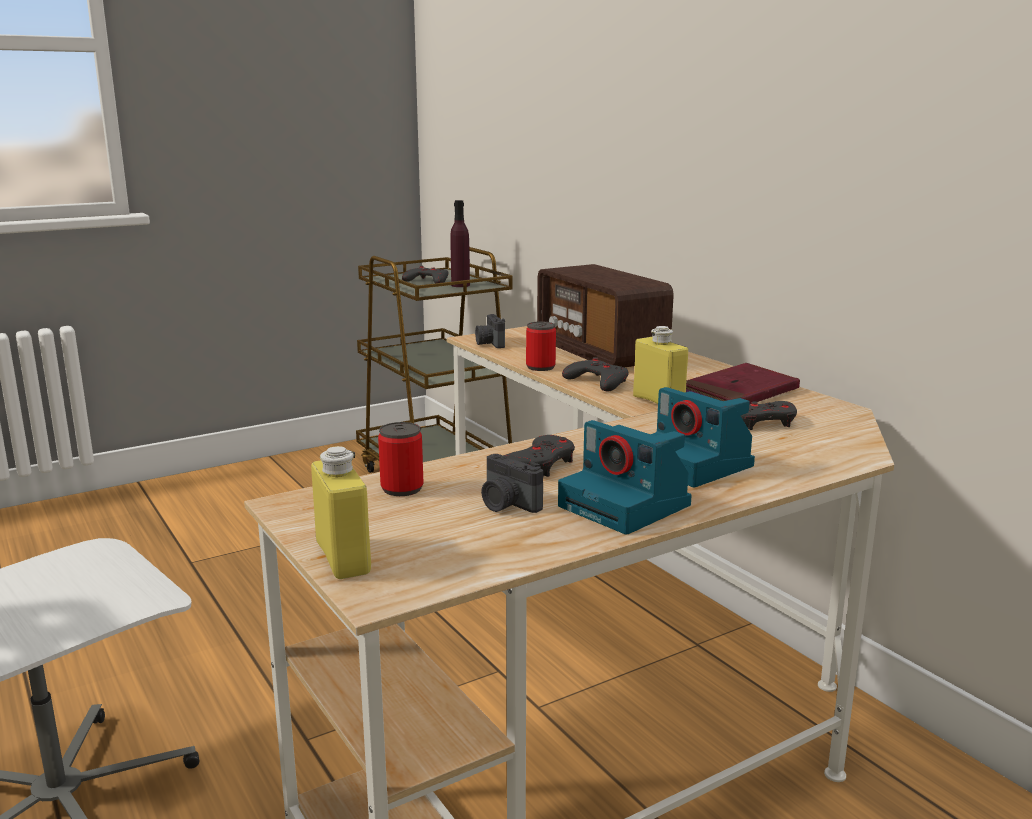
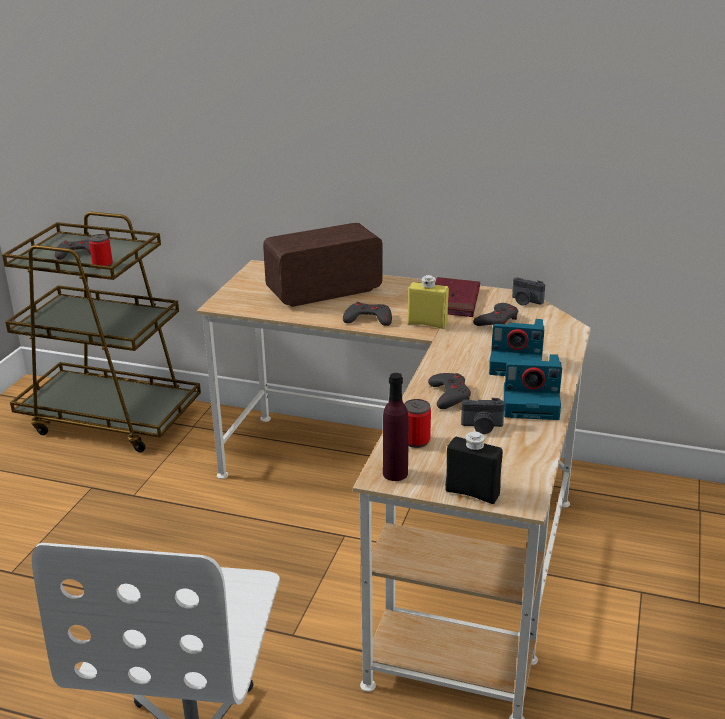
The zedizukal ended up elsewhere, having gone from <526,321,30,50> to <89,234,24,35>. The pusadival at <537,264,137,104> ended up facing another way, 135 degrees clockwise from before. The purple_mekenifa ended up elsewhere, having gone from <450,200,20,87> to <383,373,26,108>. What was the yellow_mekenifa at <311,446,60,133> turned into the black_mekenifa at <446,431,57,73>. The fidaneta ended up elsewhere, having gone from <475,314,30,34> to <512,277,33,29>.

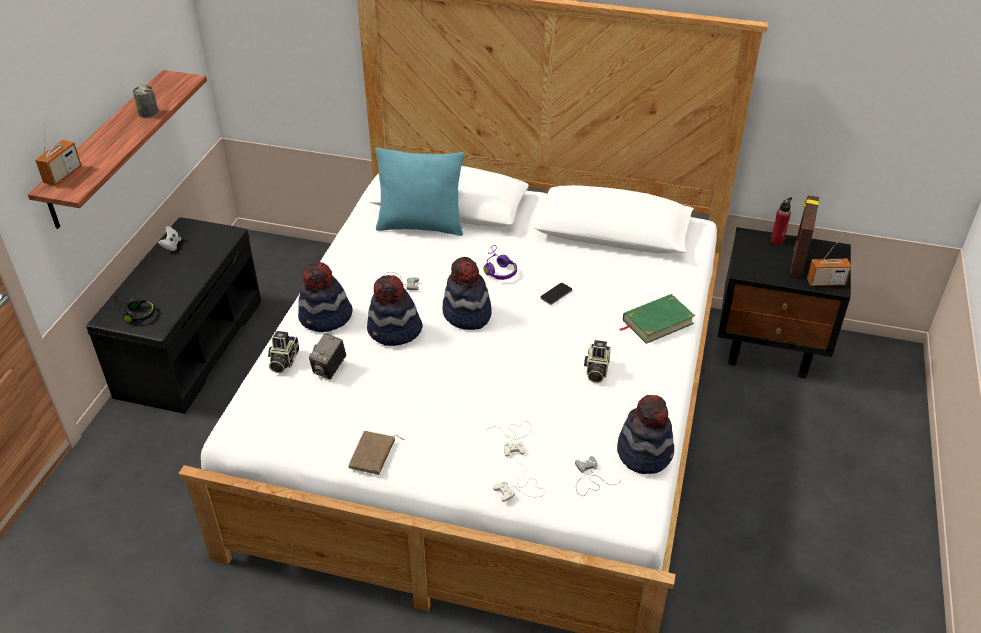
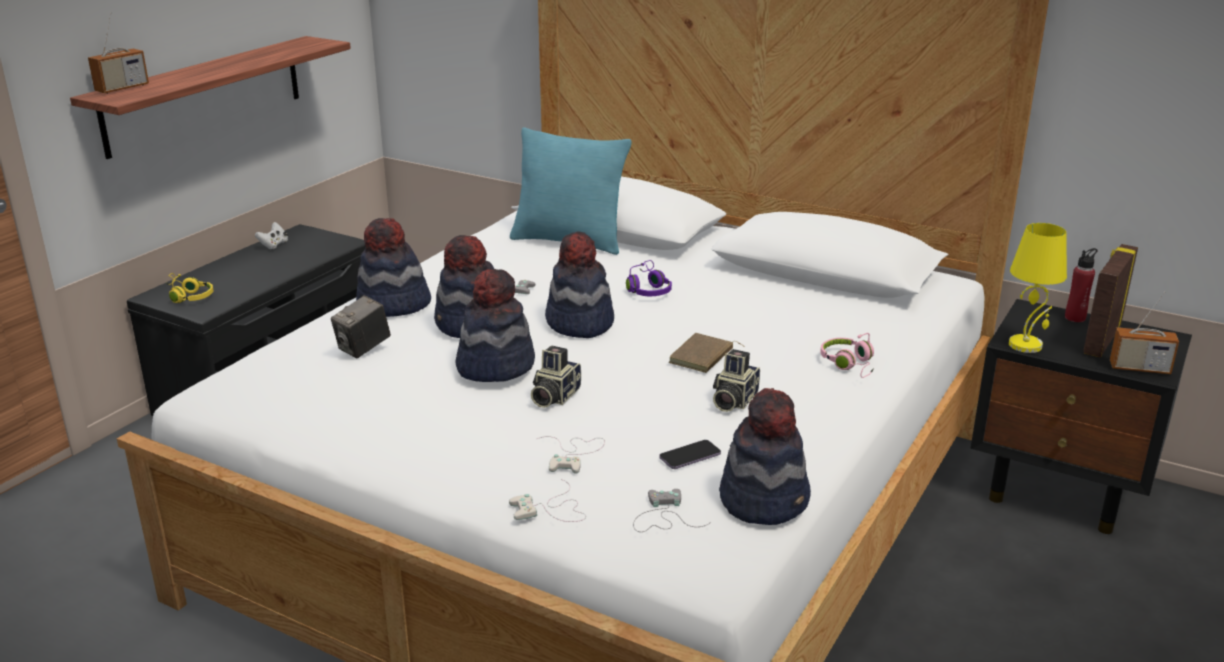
What was the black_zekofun at <113,296,42,27> turned into the yellow_zekofun at <167,273,47,30>. The second view gained the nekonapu at <455,269,80,113>. The fidaneta ended up elsewhere, having gone from <268,331,31,42> to <531,346,50,62>. The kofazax ended up elsewhere, having gone from <540,283,32,22> to <659,440,62,29>. The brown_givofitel ended up elsewhere, having gone from <348,431,56,44> to <669,333,76,40>. Where the green_givofitel stood at <620,294,75,50>, the pink_zekofun came to stand at <820,333,54,45>. The second view gained the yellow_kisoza at <1009,223,58,130>. The second view lost the zedizukal at <133,85,26,33>.

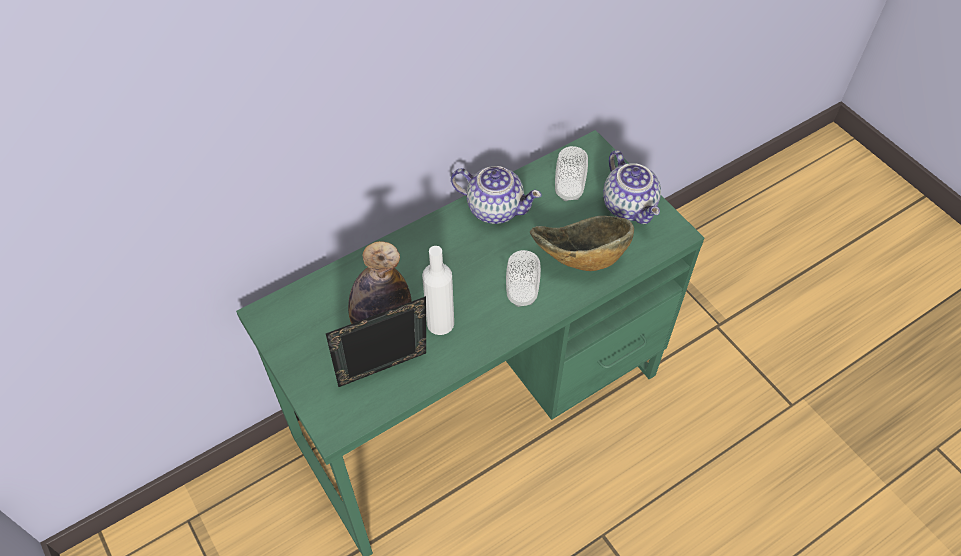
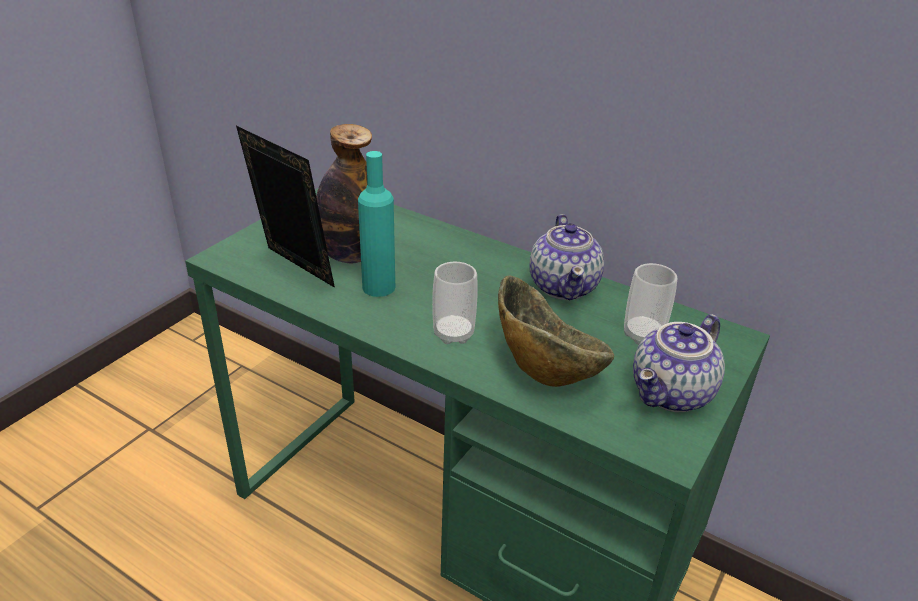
What was the white_mekenifa at <422,246,32,89> turned into the turquoise_mekenifa at <358,151,37,146>.

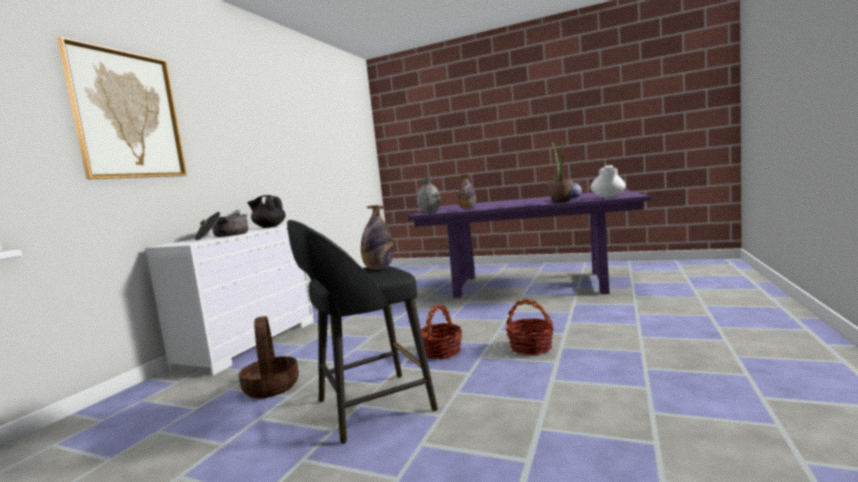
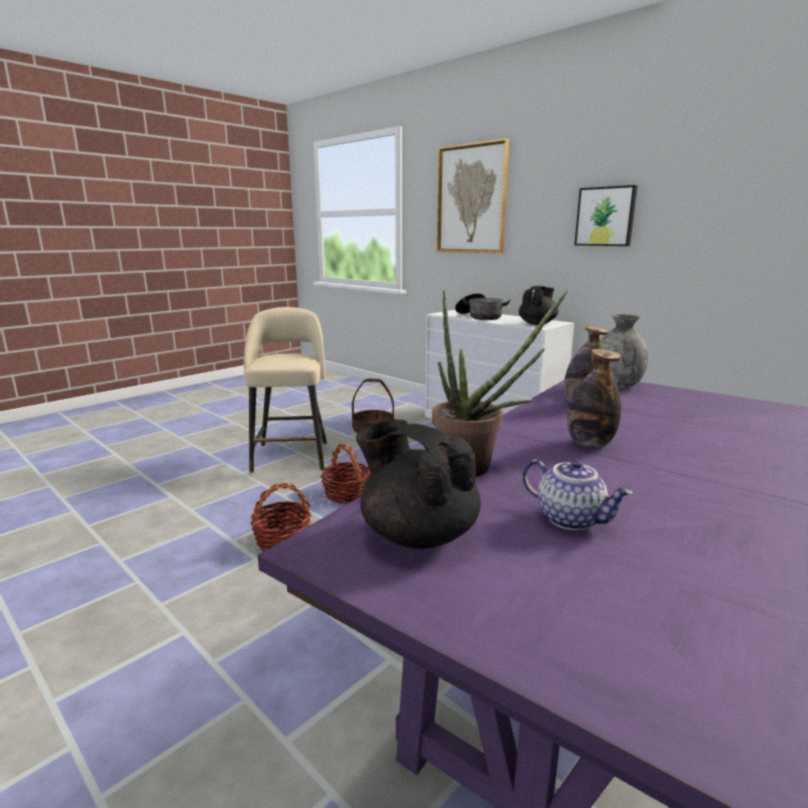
What was the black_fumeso at <287,220,151,224> turned into the beige_fumeso at <244,307,83,166>. What was the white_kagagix at <590,165,36,32> turned into the black_kagagix at <356,419,125,130>. The mekenifa ended up elsewhere, having gone from <361,205,32,64> to <567,349,54,99>. The second view gained the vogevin at <574,185,64,61>.

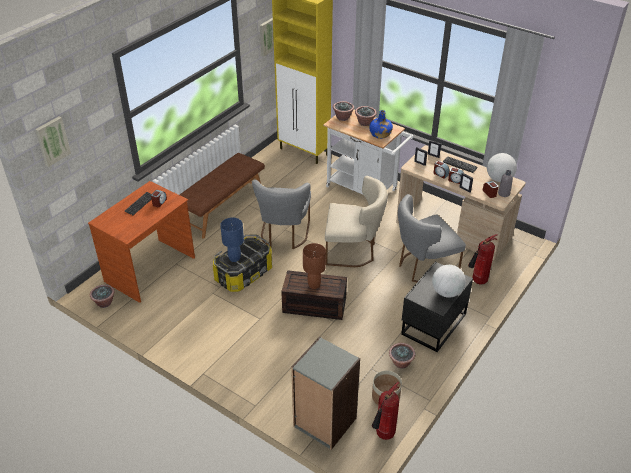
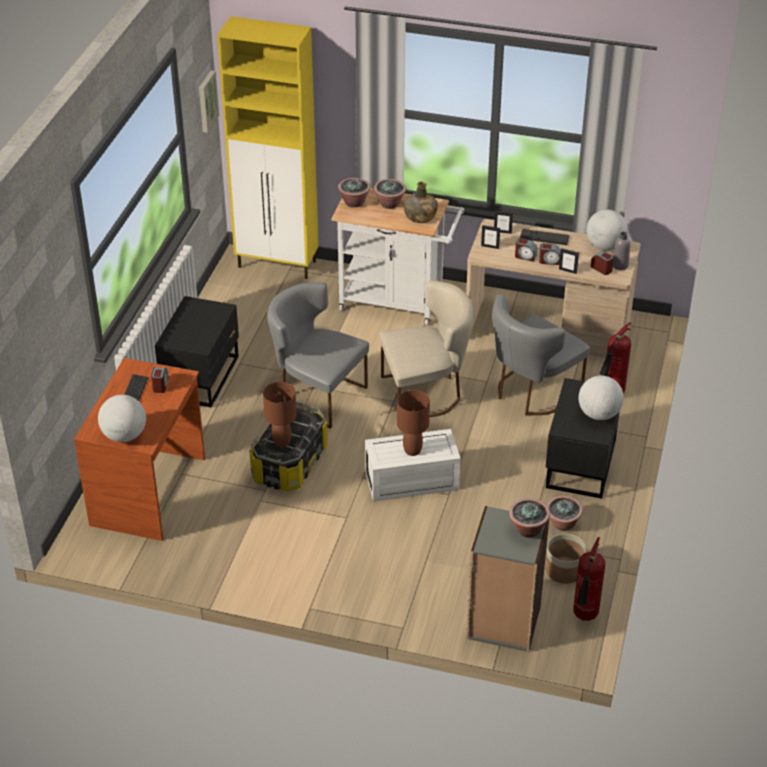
The second view gained the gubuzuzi at <98,395,48,47>. Where the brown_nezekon stood at <180,153,85,86>, the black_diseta came to stand at <155,296,84,112>. What was the blue_kisoza at <220,217,24,45> turned into the brown_kisoza at <263,382,34,65>. The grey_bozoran at <252,180,59,69> ended up facing another way, 135 degrees clockwise from before. What was the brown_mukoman at <281,270,66,50> turned into the white_mukoman at <365,429,96,73>. What was the blue_mekenifa at <369,110,24,29> turned into the green_mekenifa at <404,181,34,42>. The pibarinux ended up elsewhere, having gone from <90,284,25,24> to <509,498,41,40>. The second view lost the vogevin at <35,117,36,50>.

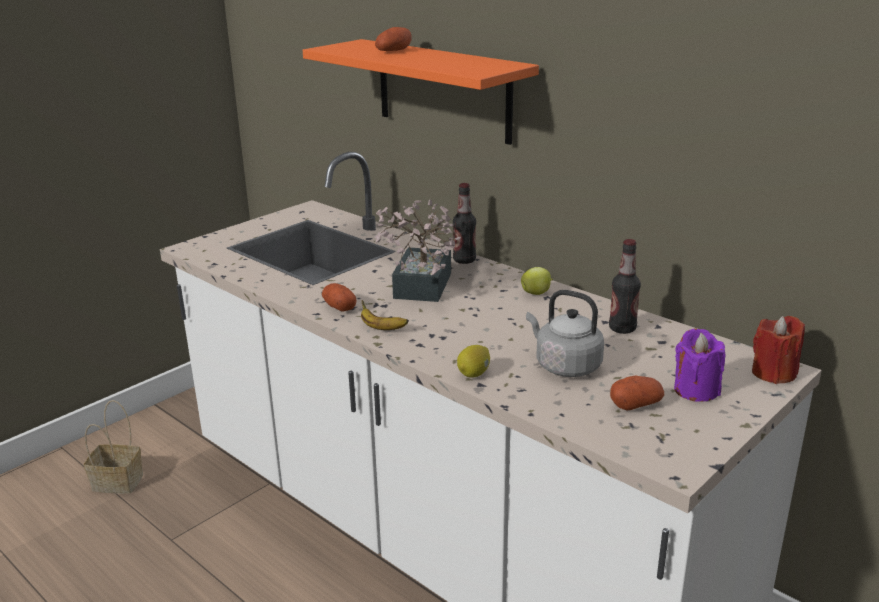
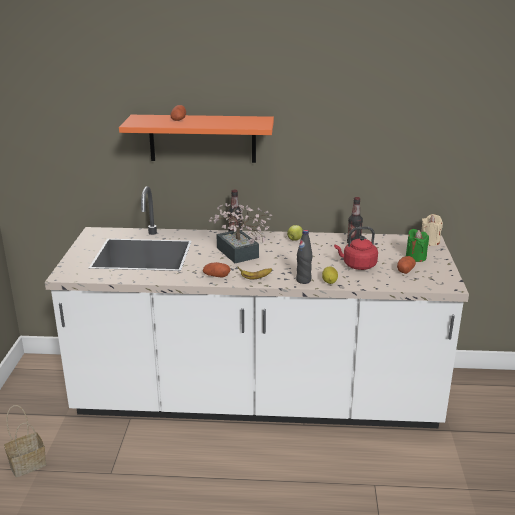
The second view gained the black_mekenifa at <296,230,17,54>. What was the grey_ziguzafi at <526,290,78,87> turned into the red_ziguzafi at <334,227,44,43>. What was the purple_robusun at <674,329,51,73> turned into the green_robusun at <406,229,23,33>. What was the red_robusun at <752,316,53,68> turned into the beige_robusun at <421,214,22,32>.

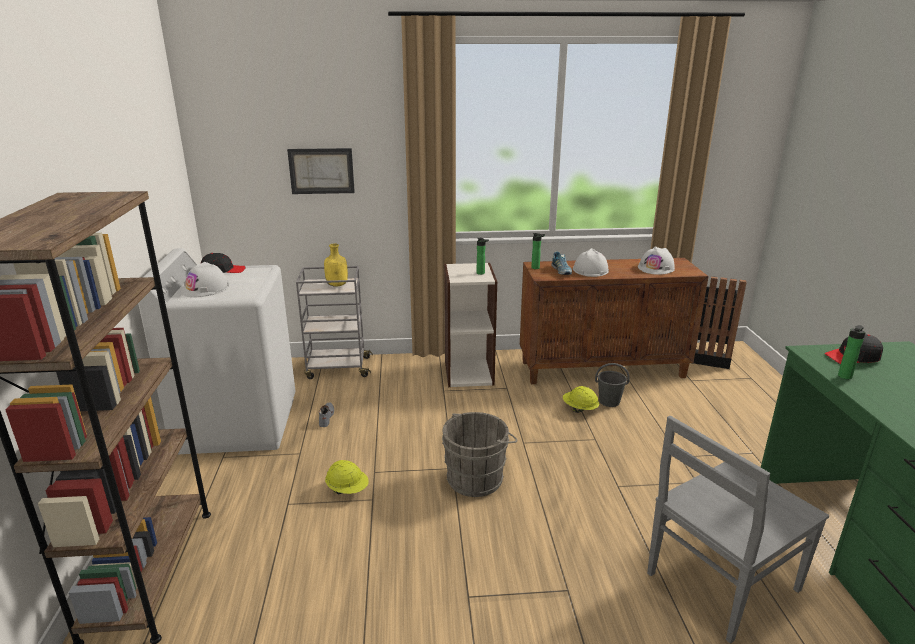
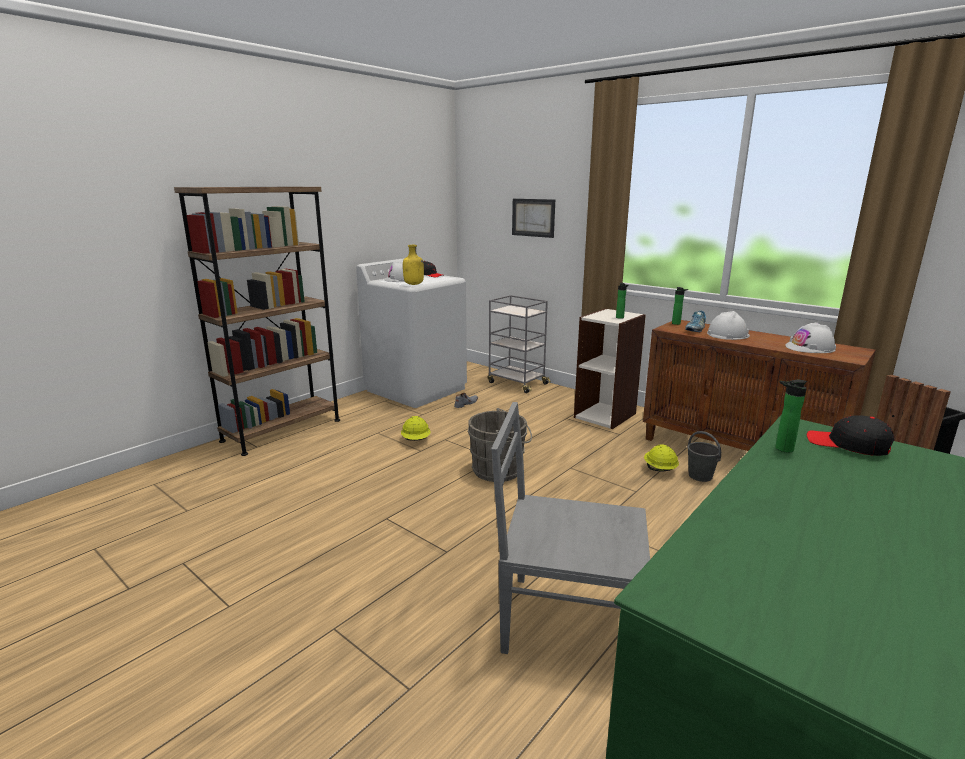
The yellow_mekenifa ended up elsewhere, having gone from <324,244,24,43> to <403,245,21,40>.

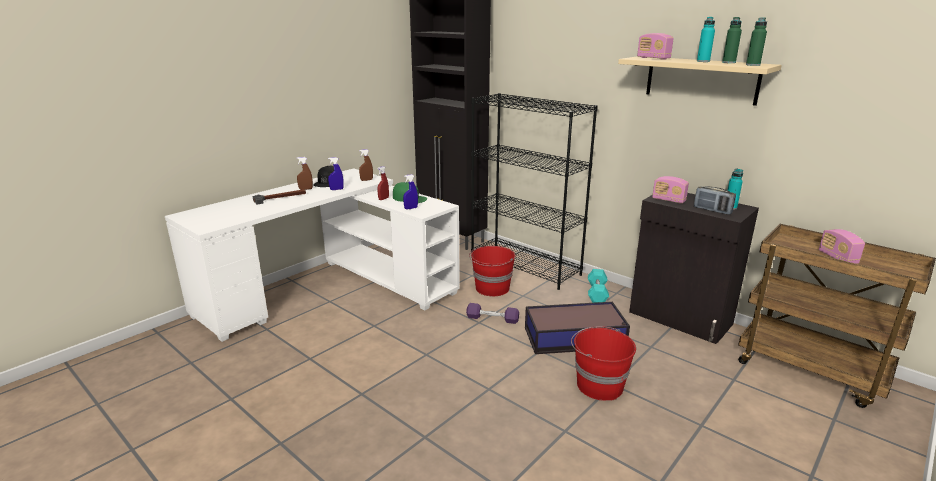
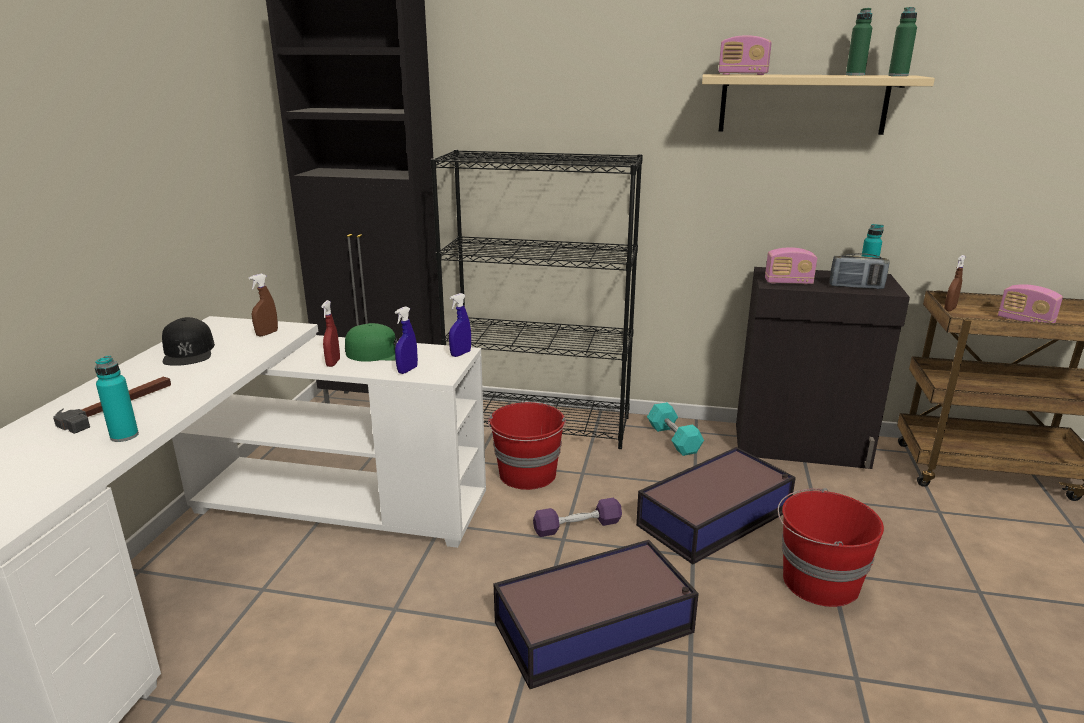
The turquoise_mekenifa ended up elsewhere, having gone from <697,17,18,45> to <95,356,44,86>. The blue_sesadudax ended up elsewhere, having gone from <328,157,16,33> to <449,293,22,64>. The second view gained the mukoman at <494,540,205,149>. The brown_sesadudax ended up elsewhere, having gone from <296,157,17,33> to <944,255,22,56>.

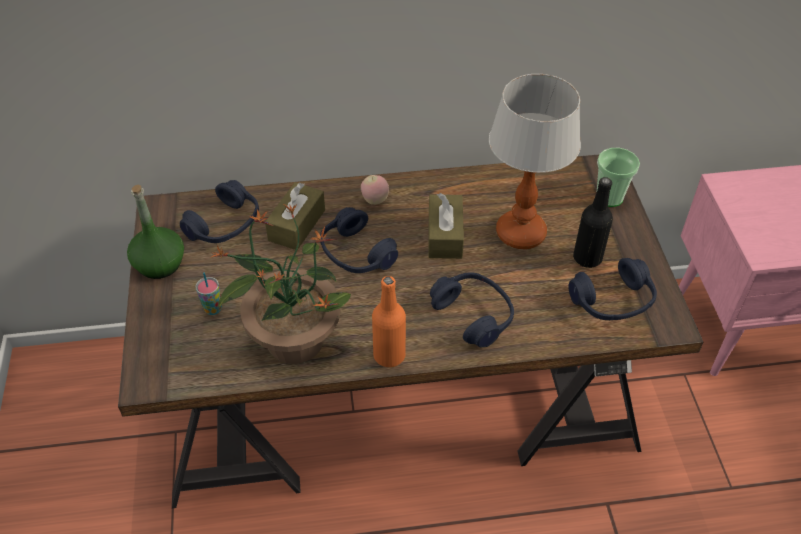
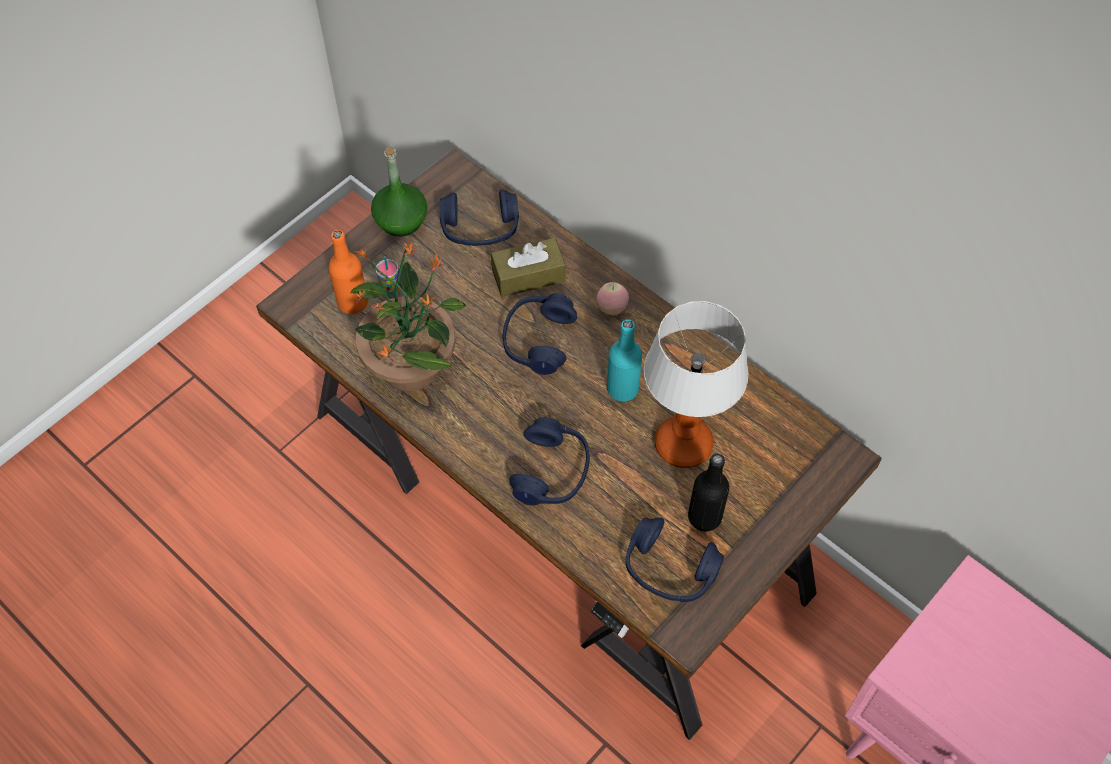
The orange_mekenifa ended up elsewhere, having gone from <372,276,34,91> to <329,230,39,84>. Where the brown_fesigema stood at <428,193,36,66>, the turquoise_mekenifa came to stand at <607,319,35,83>. The second view lost the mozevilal at <597,148,43,59>.

